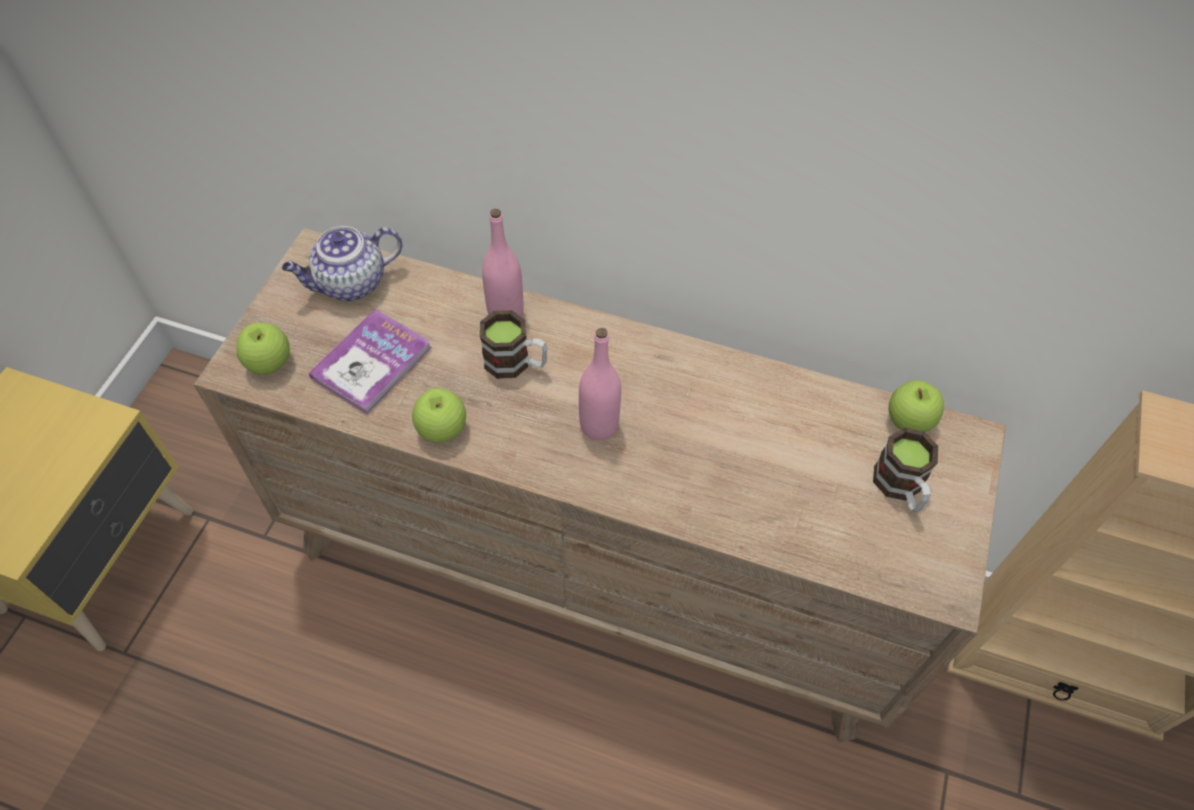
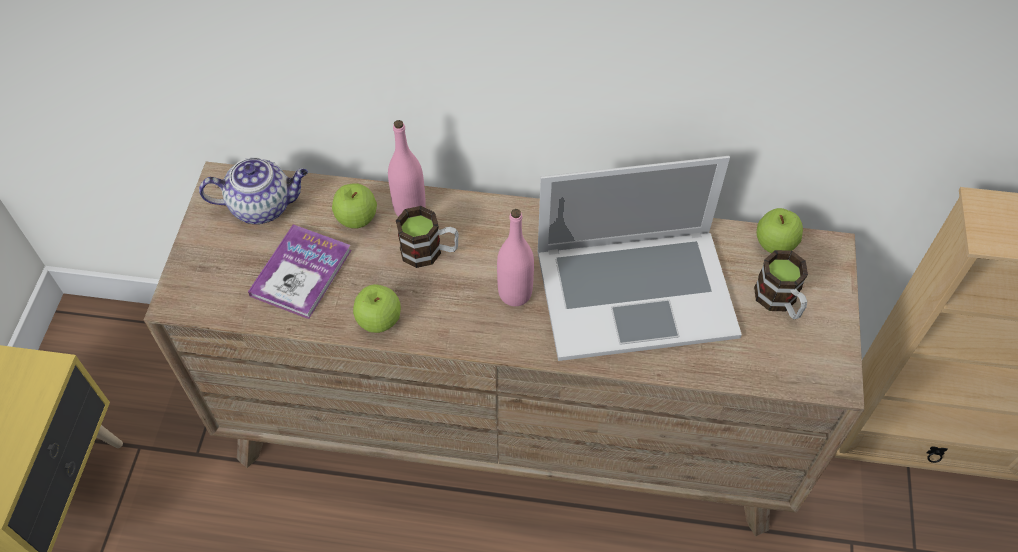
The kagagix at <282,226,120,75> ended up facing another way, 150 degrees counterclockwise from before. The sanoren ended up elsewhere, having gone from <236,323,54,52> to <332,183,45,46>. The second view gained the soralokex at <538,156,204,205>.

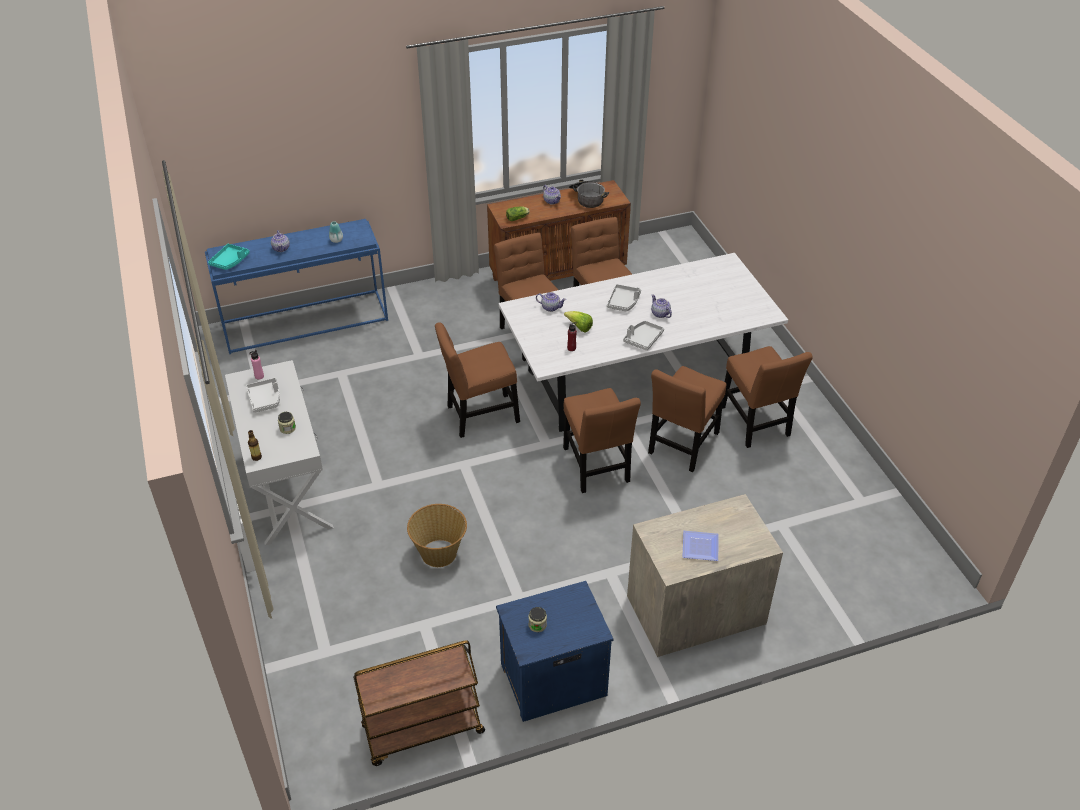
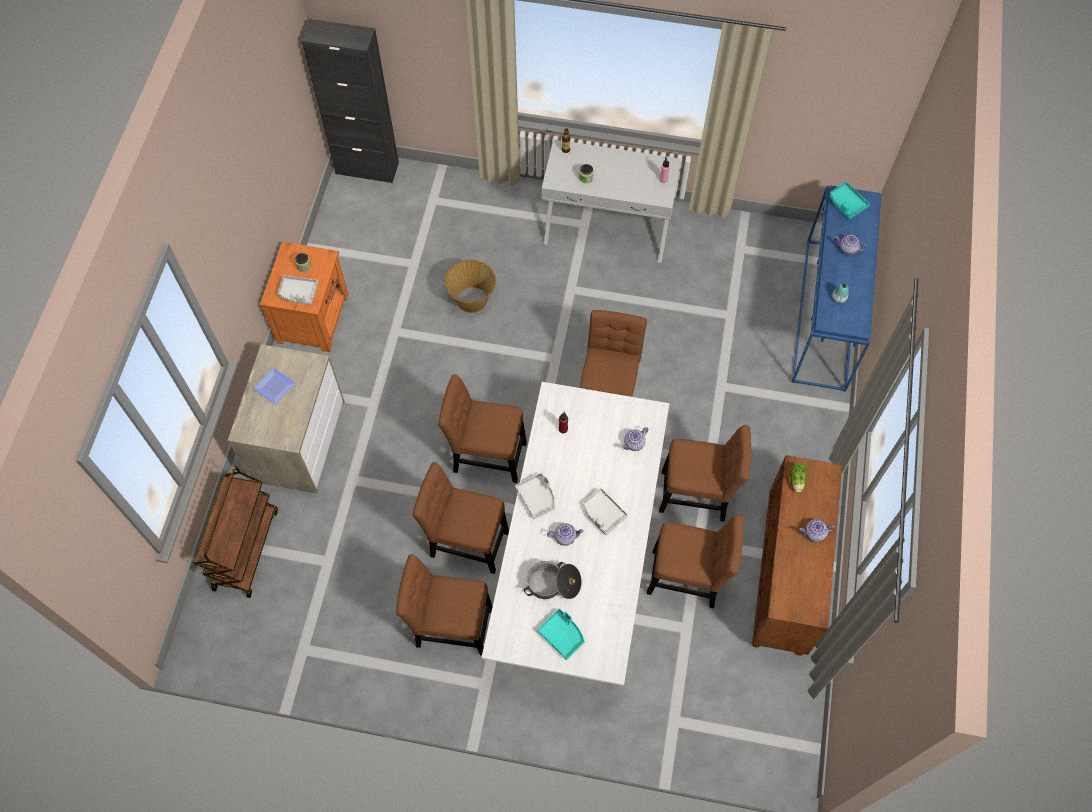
The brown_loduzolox ended up elsewhere, having gone from <353,640,132,126> to <193,466,85,132>. What was the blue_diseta at <496,581,118,141> turned into the orange_diseta at <260,242,88,110>. The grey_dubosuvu ended up elsewhere, having gone from <246,377,34,36> to <278,275,40,30>. The second view gained the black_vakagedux at <302,19,97,164>. The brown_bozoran at <648,366,78,106> ended up facing another way, 45 degrees counterclockwise from before. The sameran ended up elsewhere, having gone from <569,180,40,28> to <524,561,58,38>. The second view gained the turquoise_dubosuvu at <537,609,48,51>. The second view lost the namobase at <564,311,29,21>.

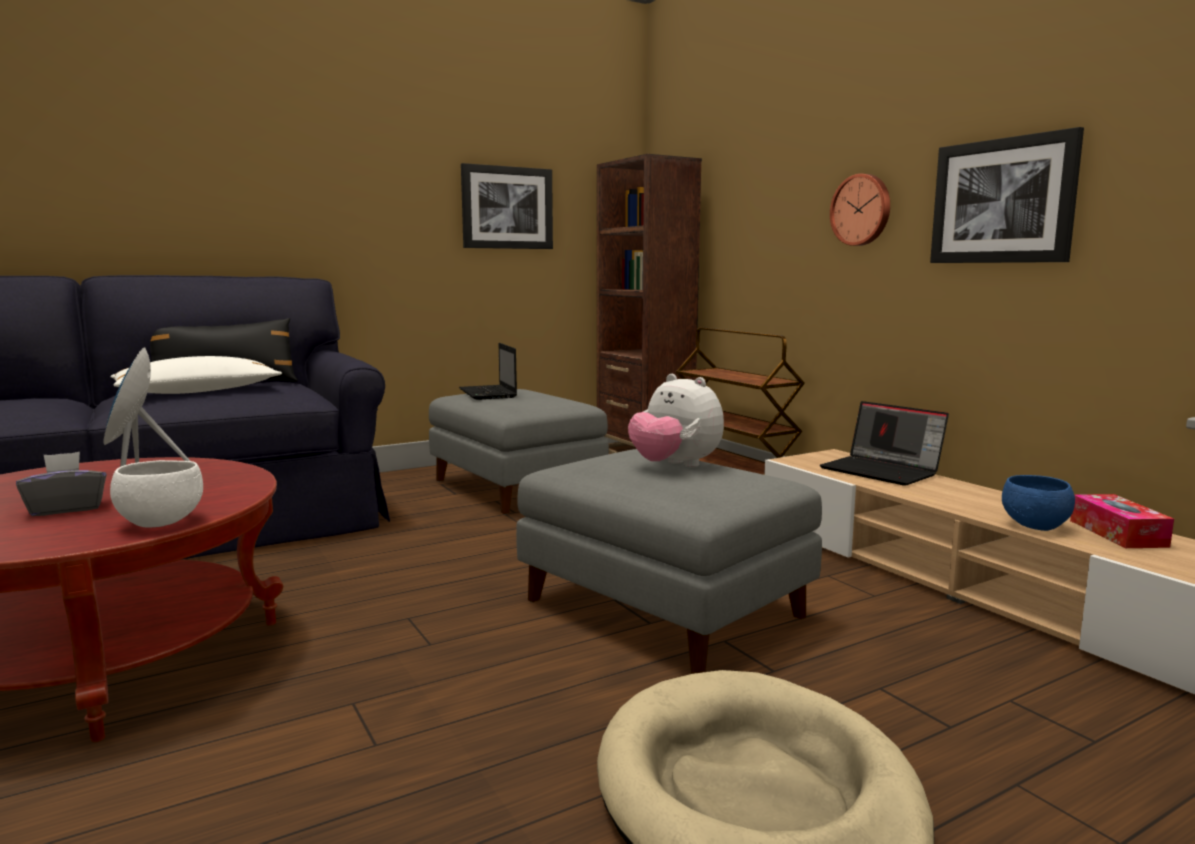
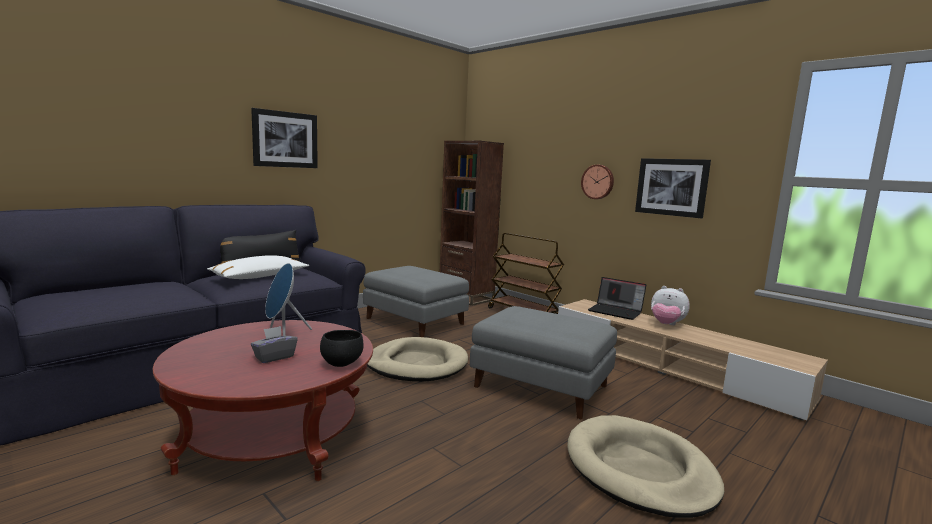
The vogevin ended up elsewhere, having gone from <461,163,92,86> to <251,108,67,60>. What was the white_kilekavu at <110,460,93,68> turned into the black_kilekavu at <320,330,43,37>. The second view gained the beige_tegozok at <367,337,101,45>. The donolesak ended up elsewhere, having gone from <628,374,96,94> to <651,286,39,39>. The second view lost the soralokex at <459,343,58,57>. The second view lost the blue_kilekavu at <1002,475,73,56>. The second view lost the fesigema at <1070,494,104,54>.

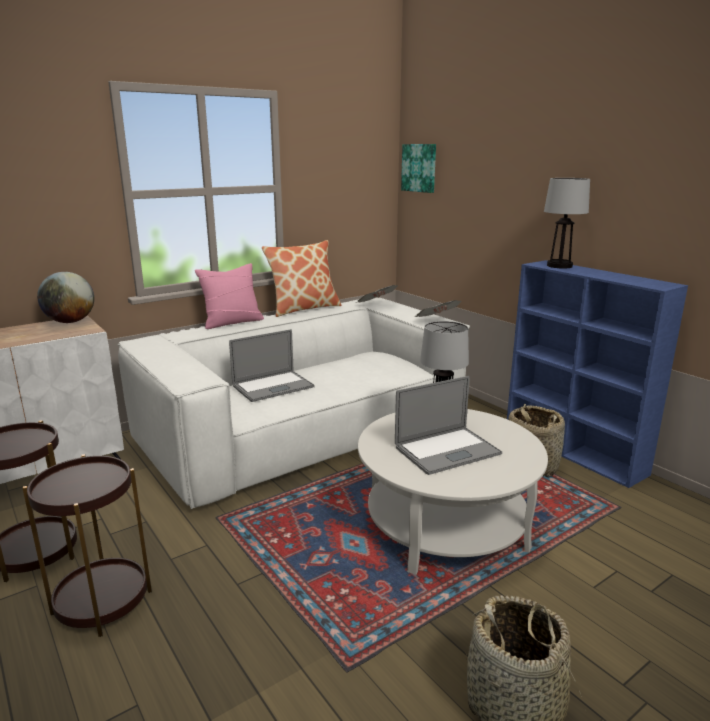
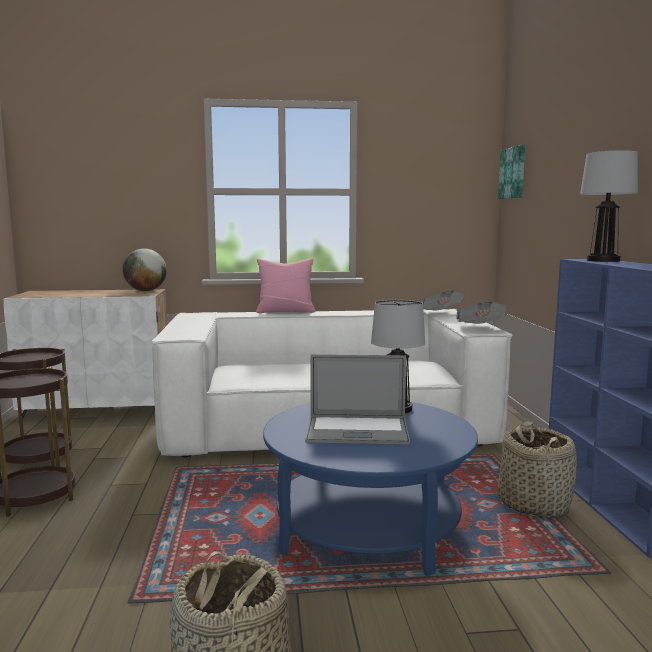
What was the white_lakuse at <358,409,190,166> turned into the blue_lakuse at <263,402,215,174>. The second view lost the soralokex at <229,329,85,73>. The second view lost the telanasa at <262,240,80,77>.

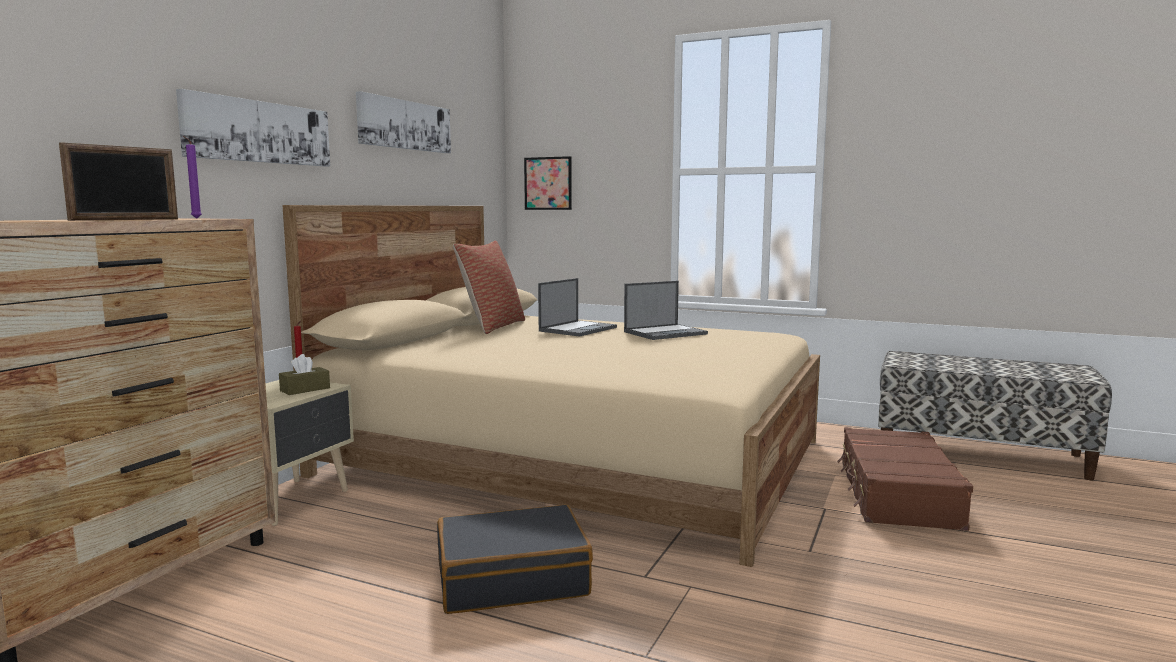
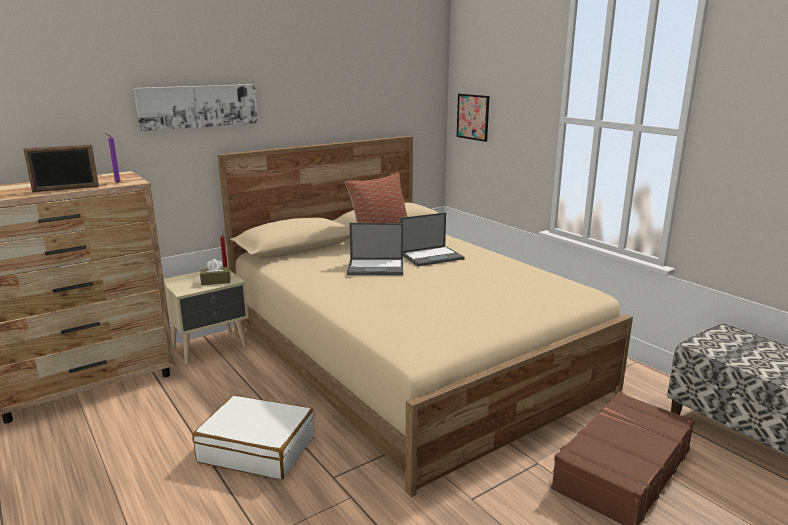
What was the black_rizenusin at <437,504,156,110> turned into the white_rizenusin at <192,395,122,85>. The soralokex ended up elsewhere, having gone from <624,281,84,59> to <347,223,56,52>. The second view lost the vogevin at <356,91,95,62>.

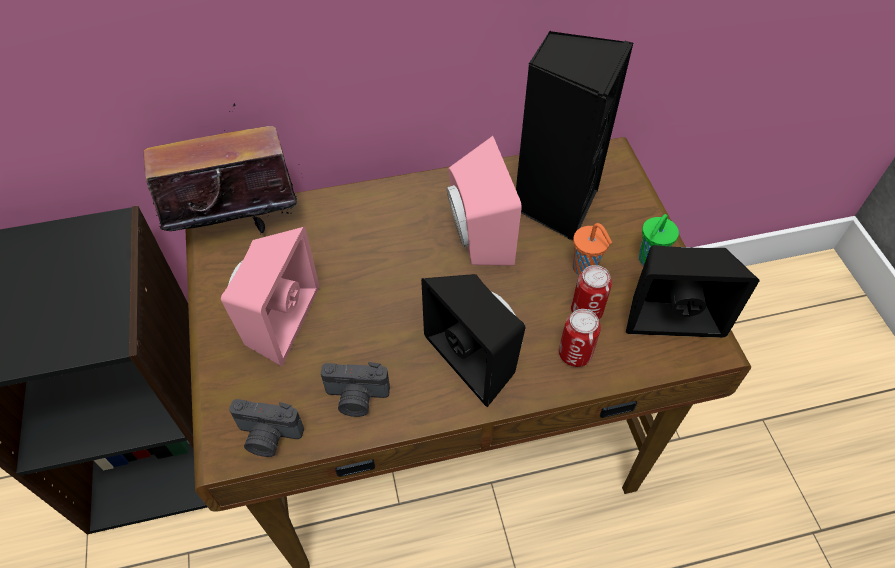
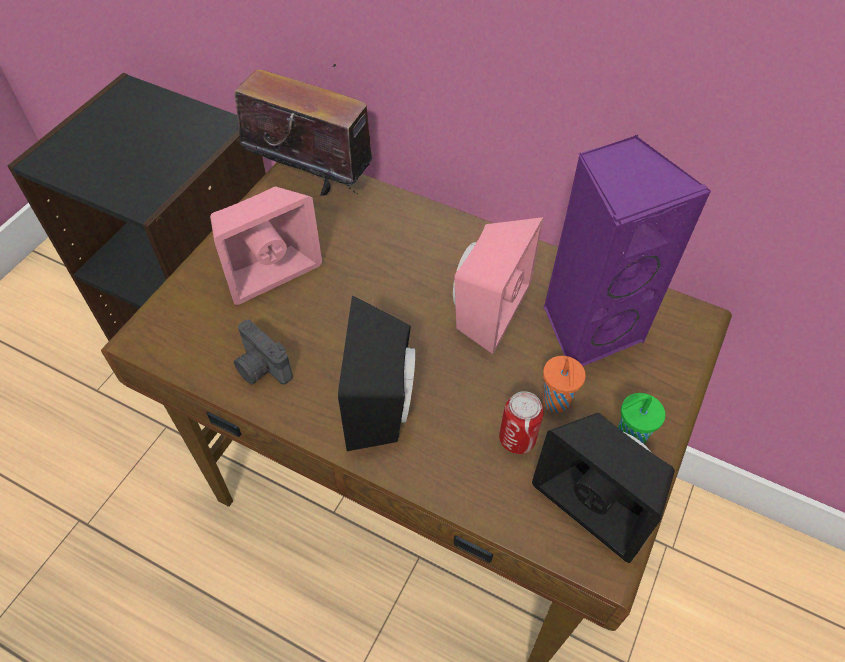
What was the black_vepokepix at <516,30,117,211> turned into the purple_vepokepix at <544,135,167,231>. The second view lost the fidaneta at <229,399,75,58>. The second view lost the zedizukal at <559,309,42,58>.

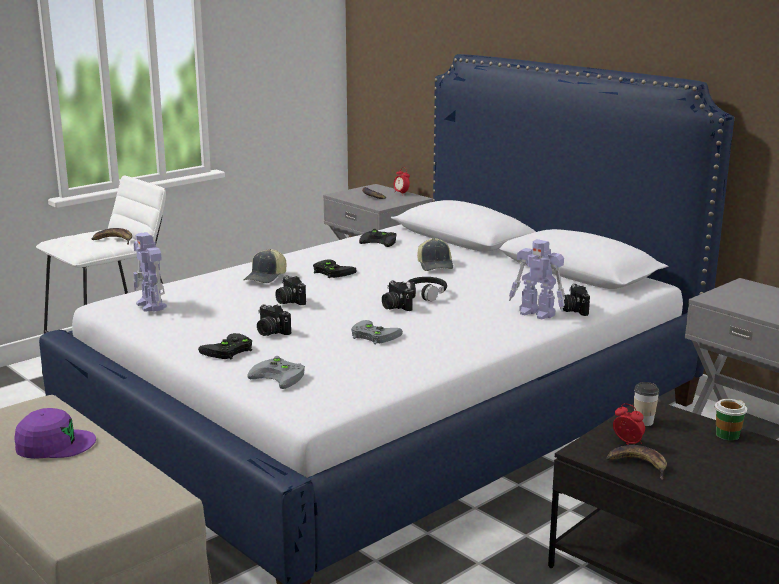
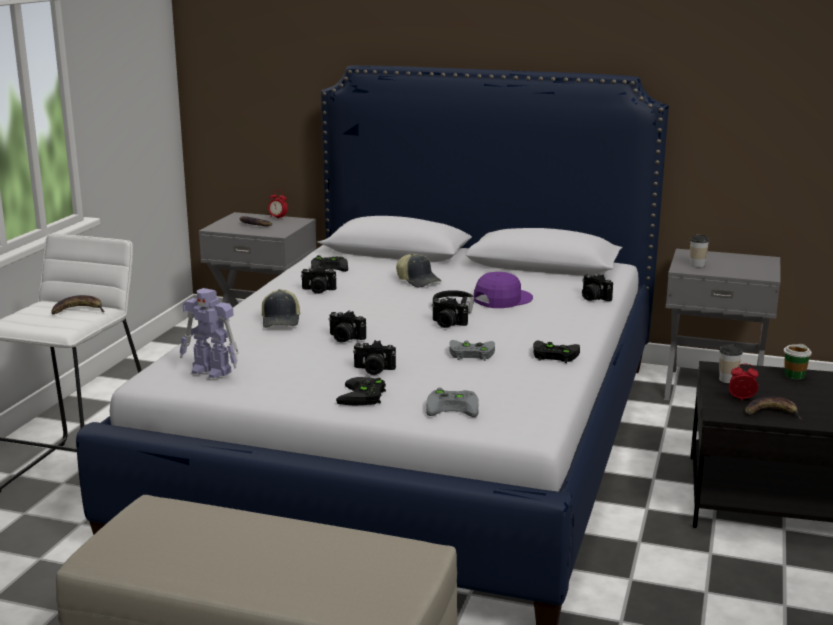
The second view gained the fidaneta at <301,266,35,28>. The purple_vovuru ended up elsewhere, having gone from <14,408,82,51> to <474,272,59,36>. The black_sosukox ended up elsewhere, having gone from <313,260,44,18> to <533,341,47,22>. The second view gained the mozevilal at <690,235,19,32>. The second view lost the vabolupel at <509,239,56,80>.

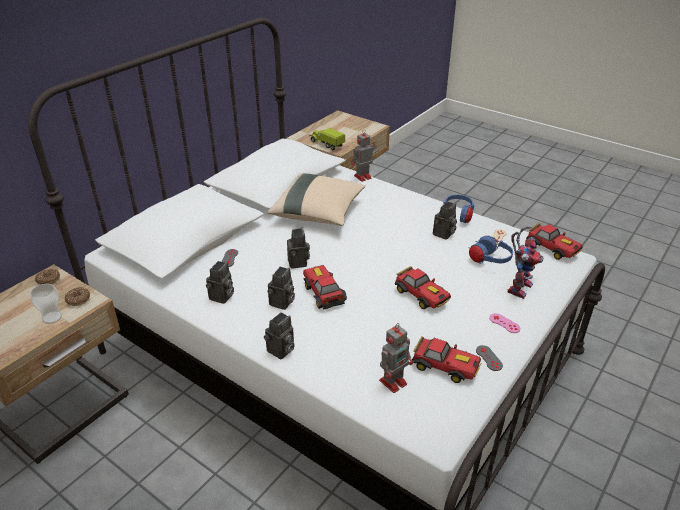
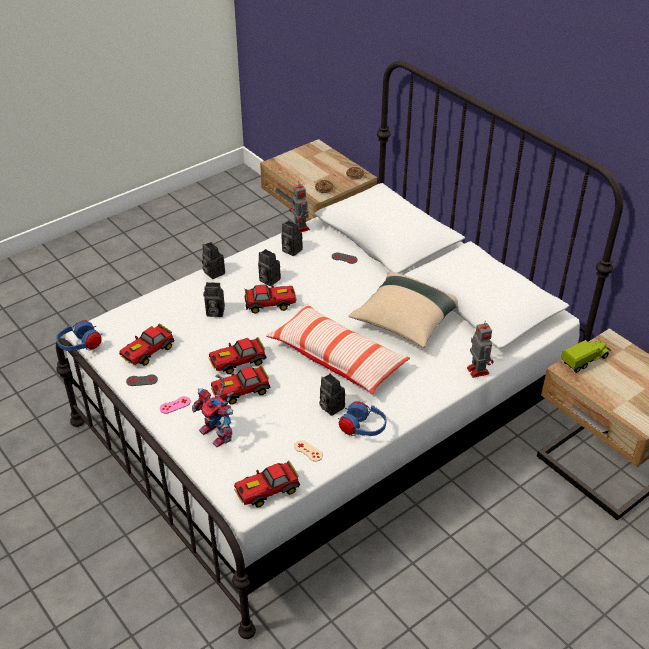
The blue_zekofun ended up elsewhere, having gone from <469,236,44,28> to <56,320,46,31>. The fidaneta ended up elsewhere, having gone from <287,227,23,42> to <203,282,22,35>. The second view gained the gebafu at <211,365,60,40>. The second view gained the telanasa at <266,303,144,91>. The vabolupel ended up elsewhere, having gone from <379,323,34,70> to <289,181,21,51>. The second view lost the mozevilal at <30,284,32,40>.

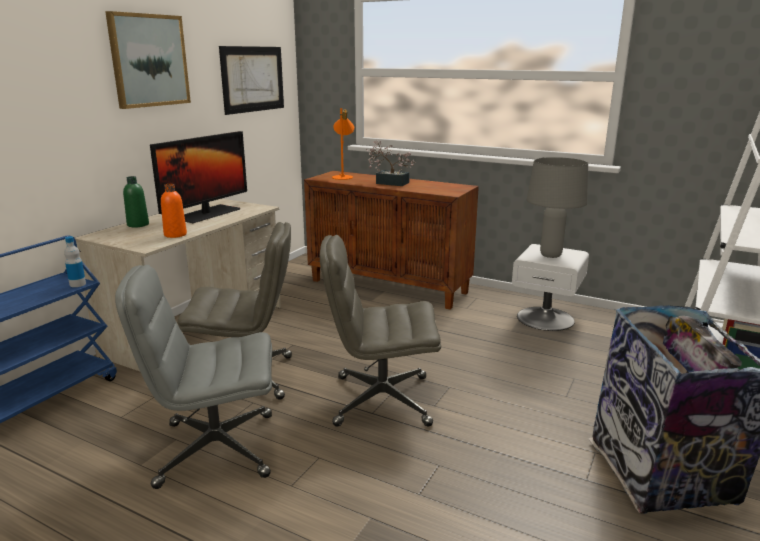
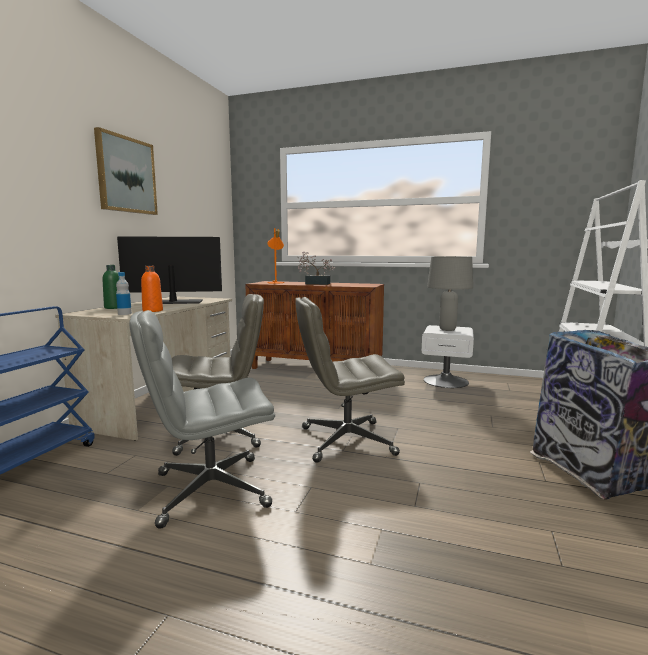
The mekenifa ended up elsewhere, having gone from <64,236,22,51> to <116,272,16,43>. The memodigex at <150,131,97,92> ended up facing another way, 120 degrees counterclockwise from before. The second view lost the vogevin at <219,46,65,69>.

